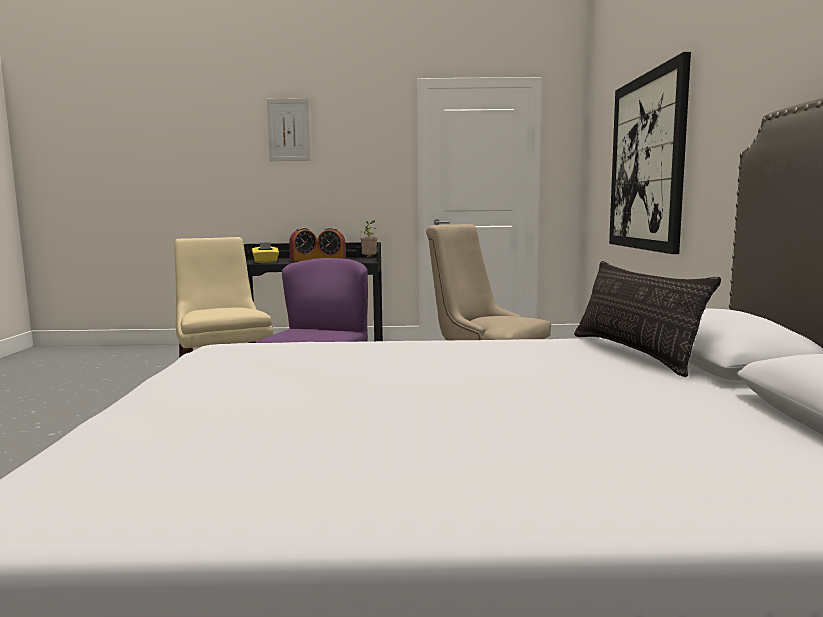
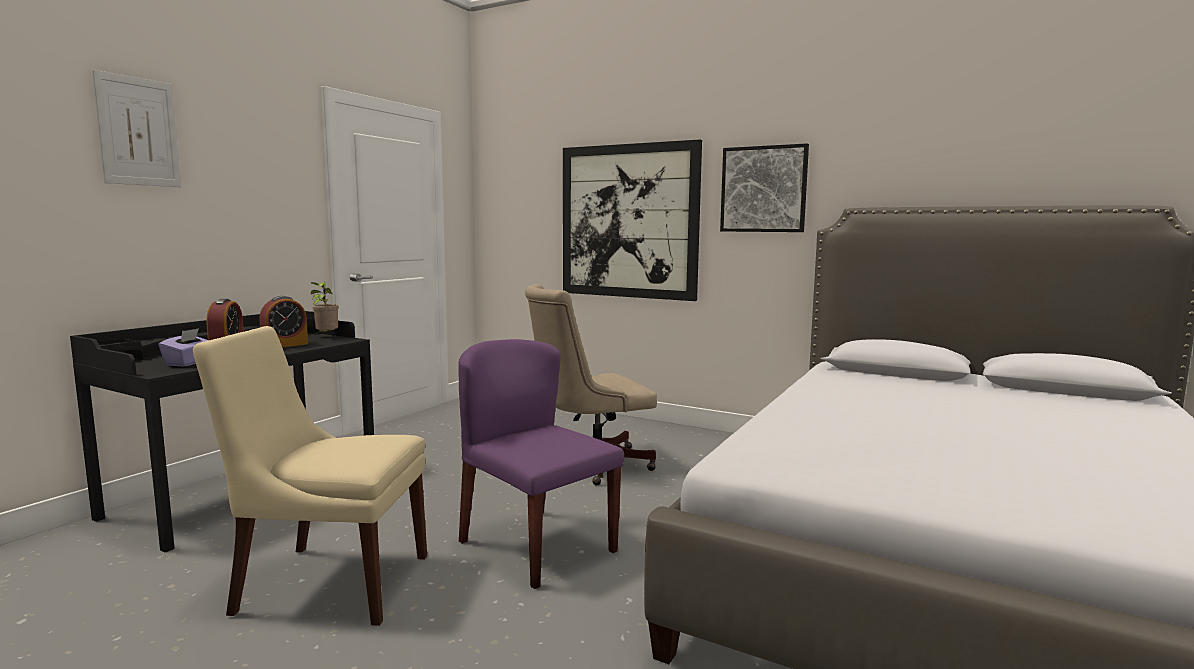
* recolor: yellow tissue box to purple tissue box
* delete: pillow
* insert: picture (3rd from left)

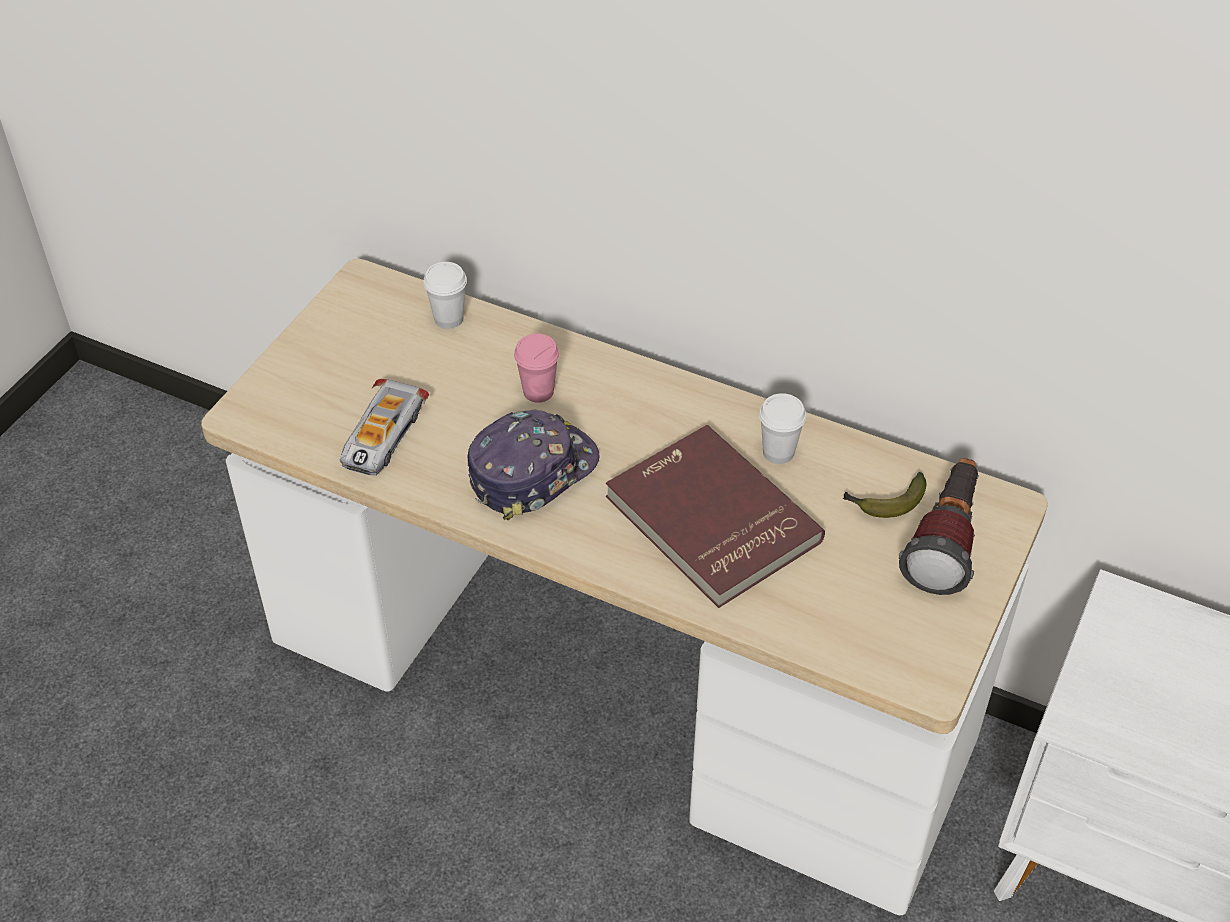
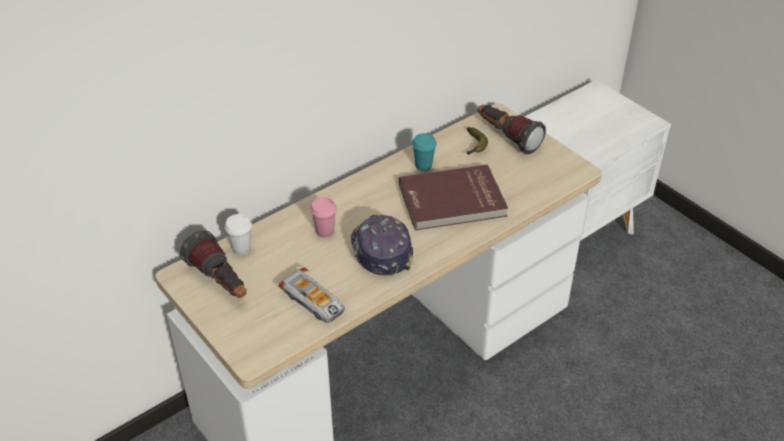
* recolor: white cup (2nd from left) to turquoise cup
* insert: flashlight (1st from left)

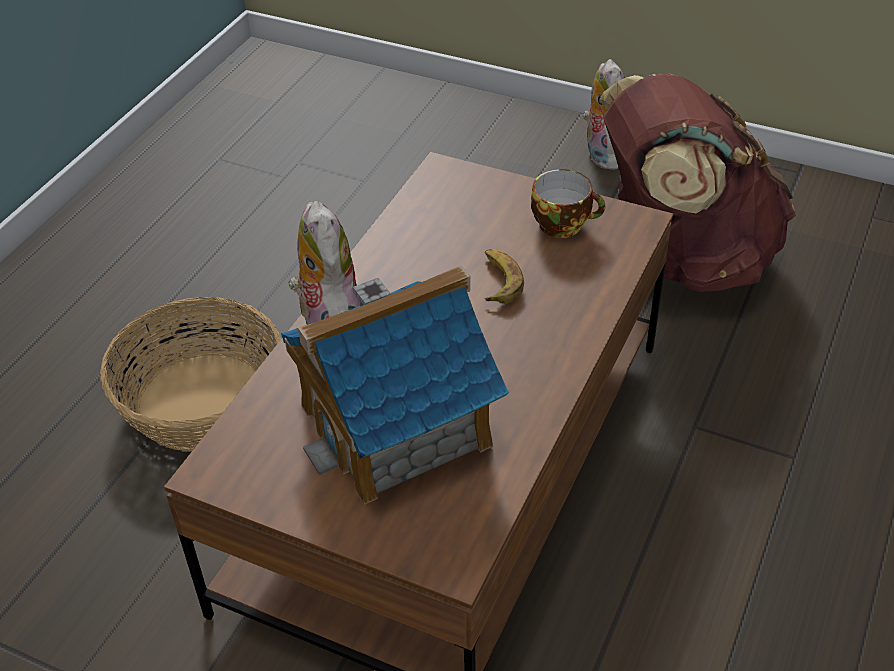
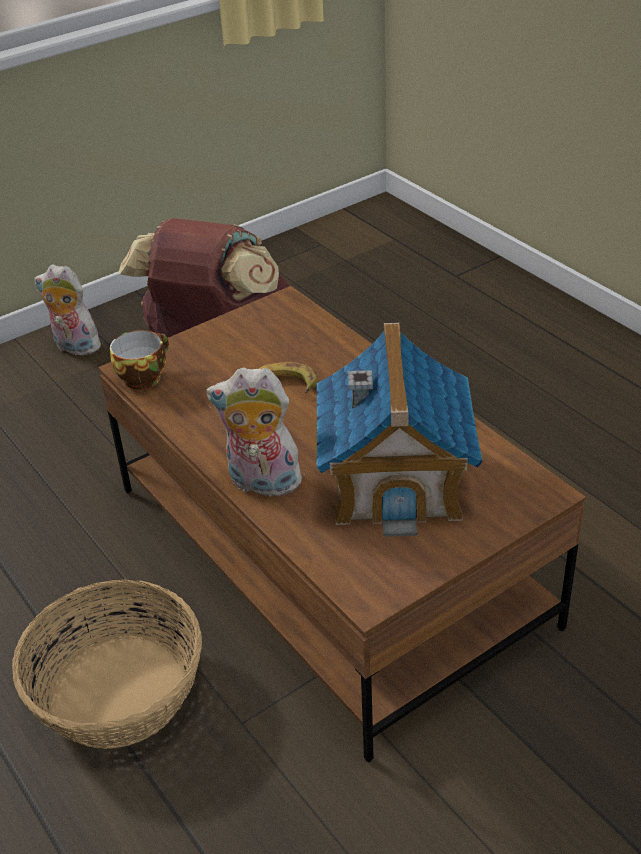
* move: cup

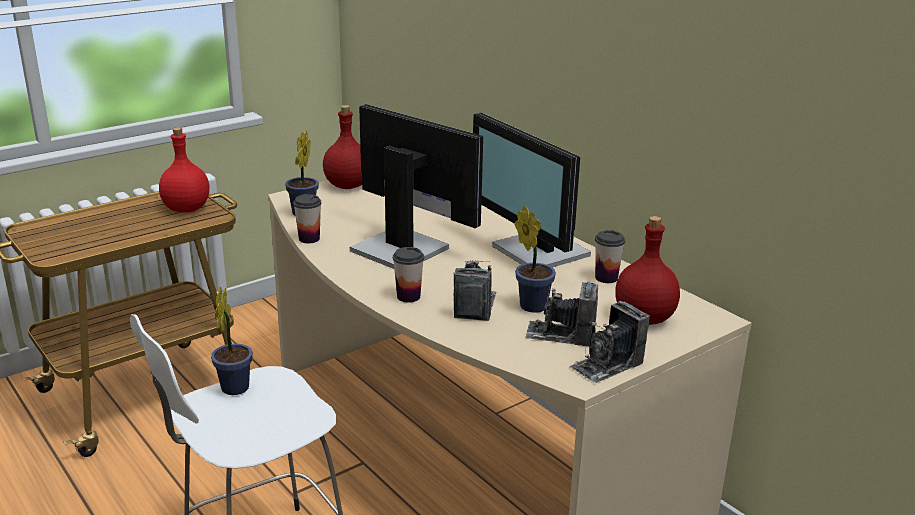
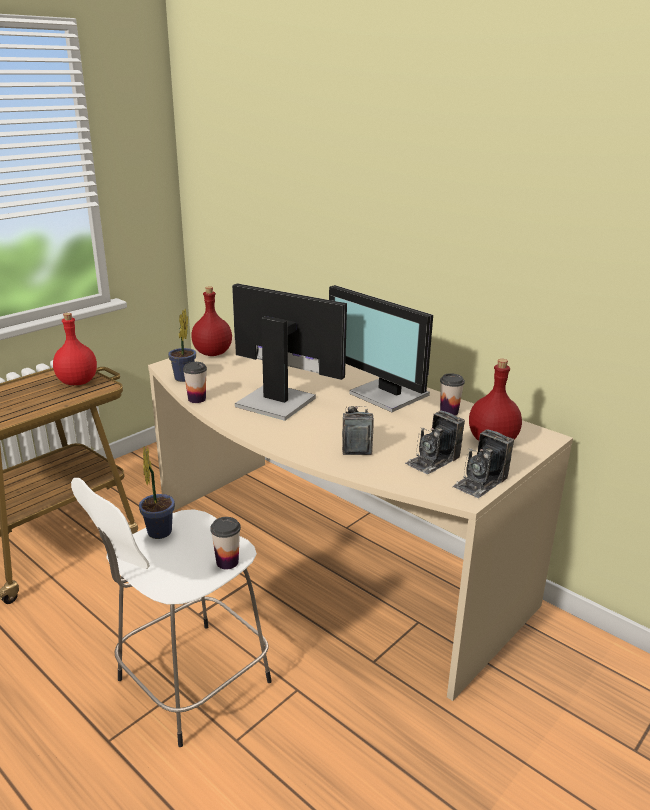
* delete: potted plant (3rd from left)
* move: cup (2nd from left)
* rotate: photo camera (2nd from left) 45 degrees counterclockwise

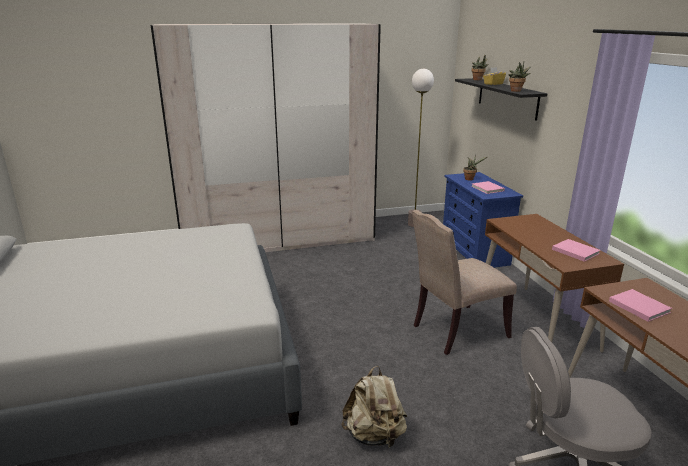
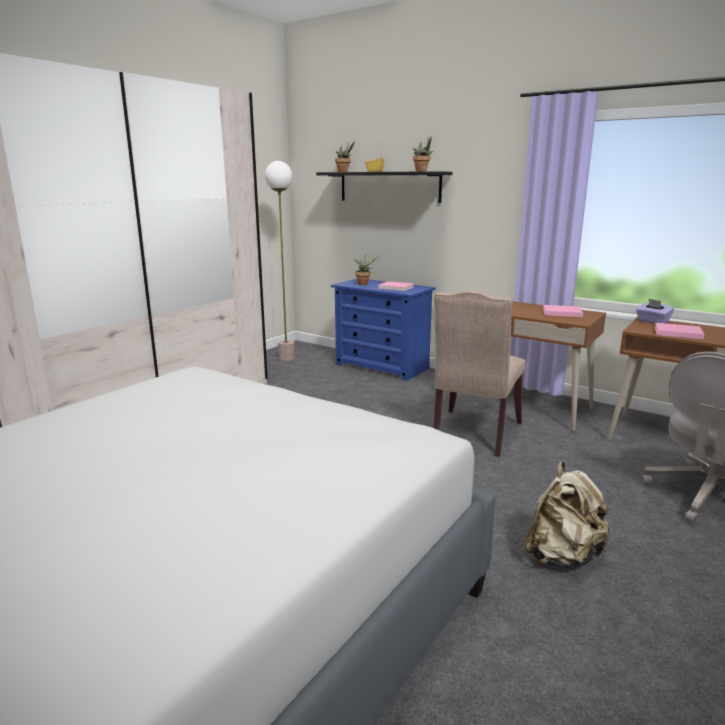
* insert: purple tissue box

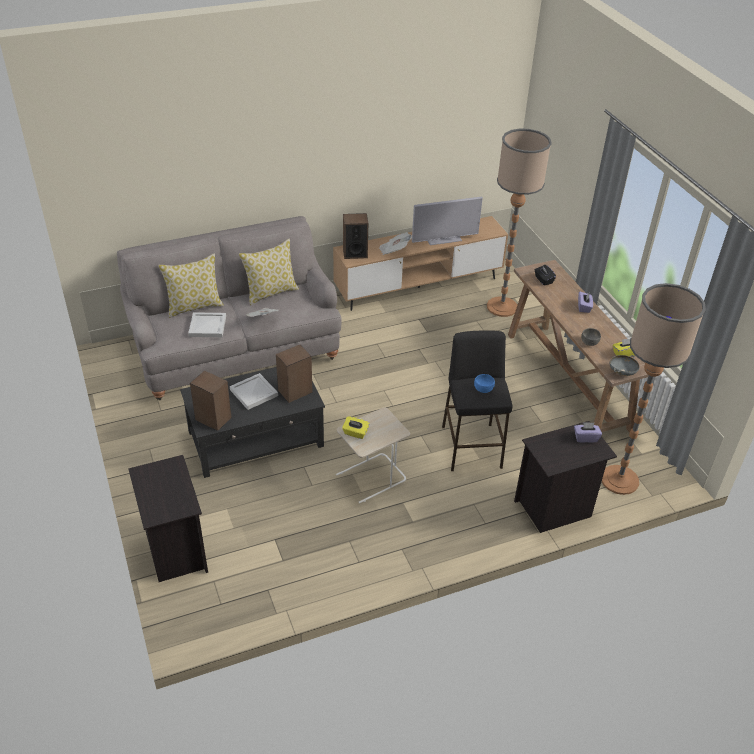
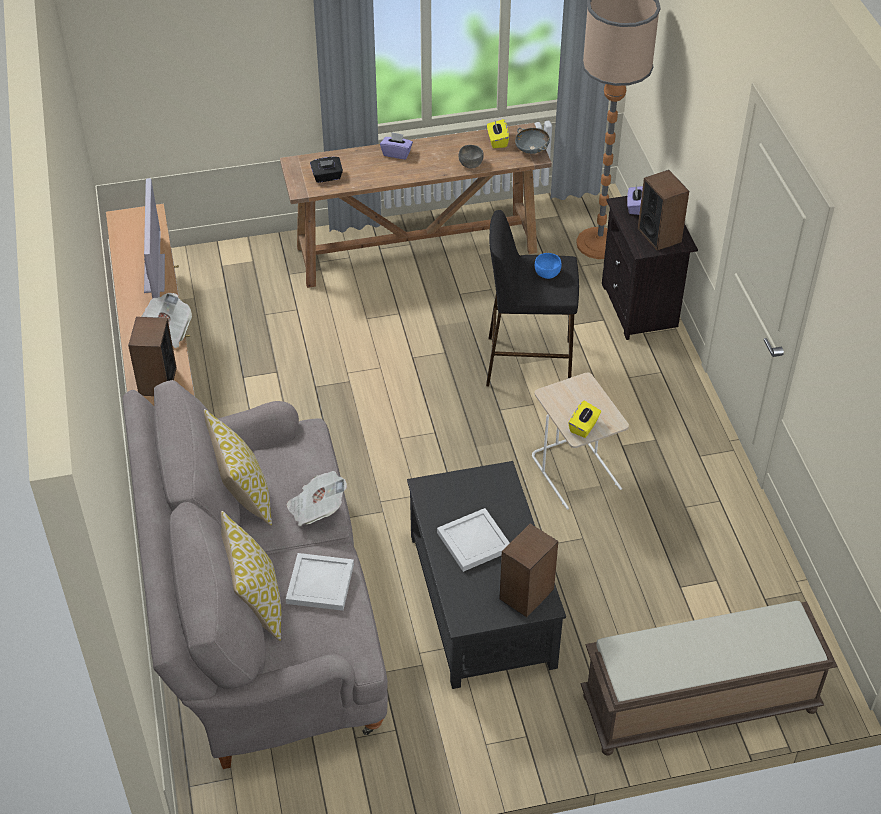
* delete: floor lamp (1st from left)
* move: speaker (2nd from left in the first image) to speaker (3rd from left)
* replace: black nightstand (1st from left) to brown bench

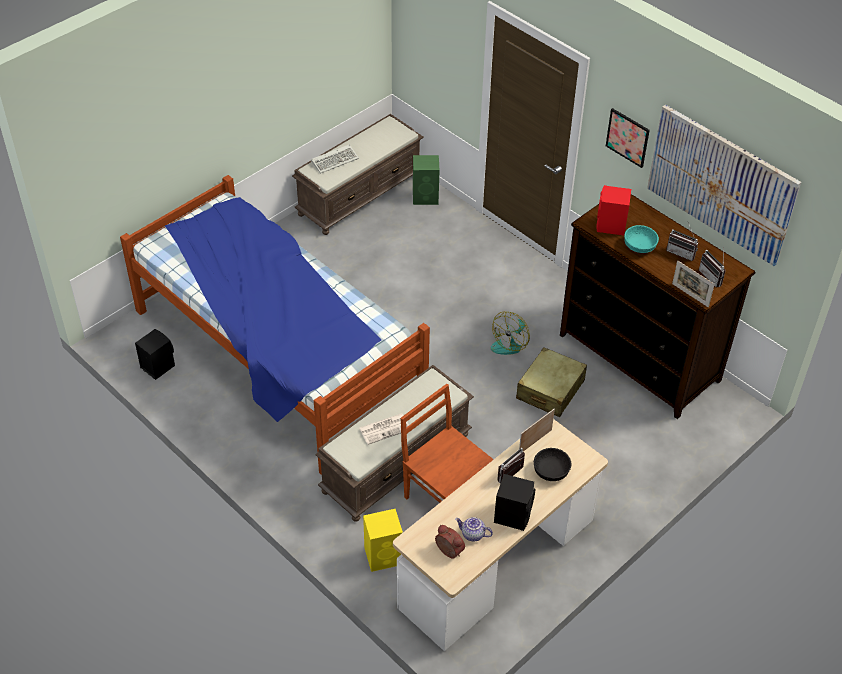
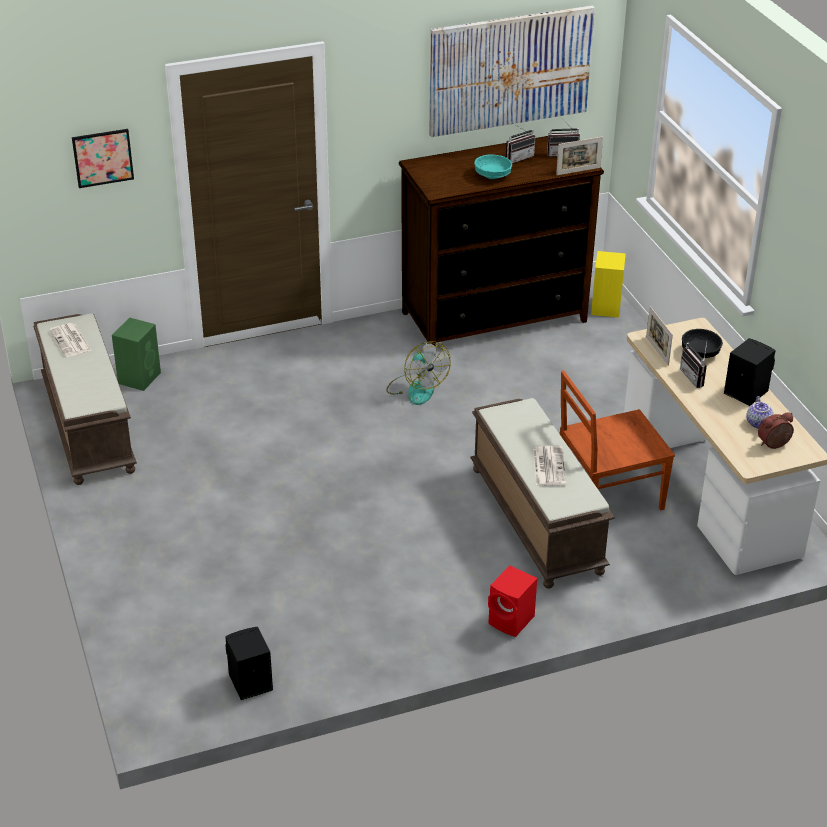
* move: picture (1st from left)
* delete: keyboard
* delete: bed
* move: red speaker
* delete: beige suitcase
* move: yellow speaker
* rotate: teapot 45 degrees counterclockwise
* insert: newspaper (1st from left)

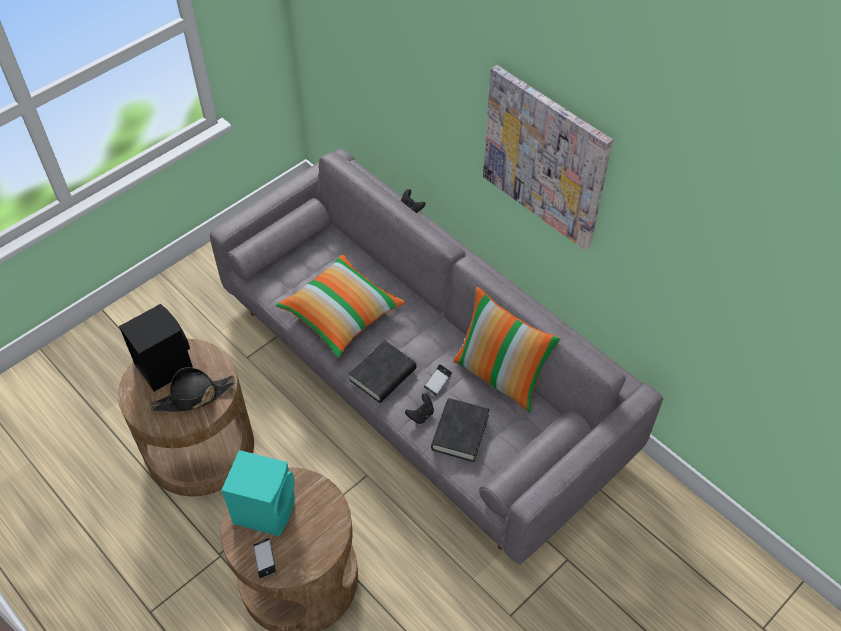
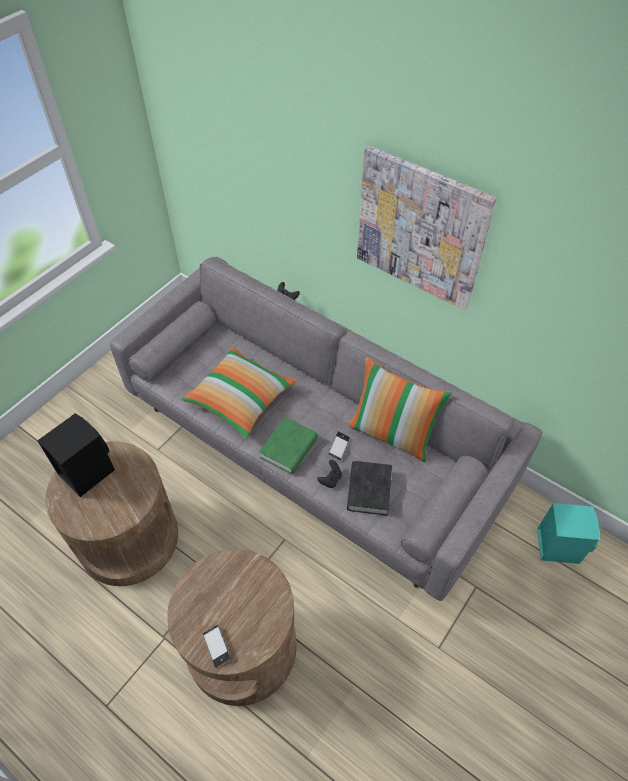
* recolor: black book (1st from left) to green book
* delete: black hat
* move: turquoise speaker

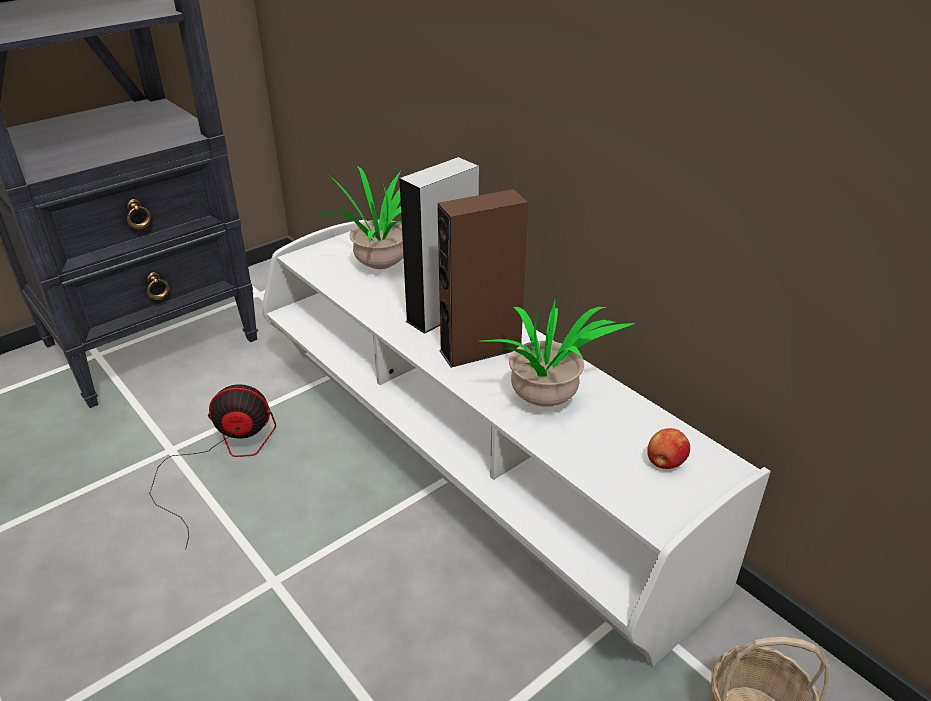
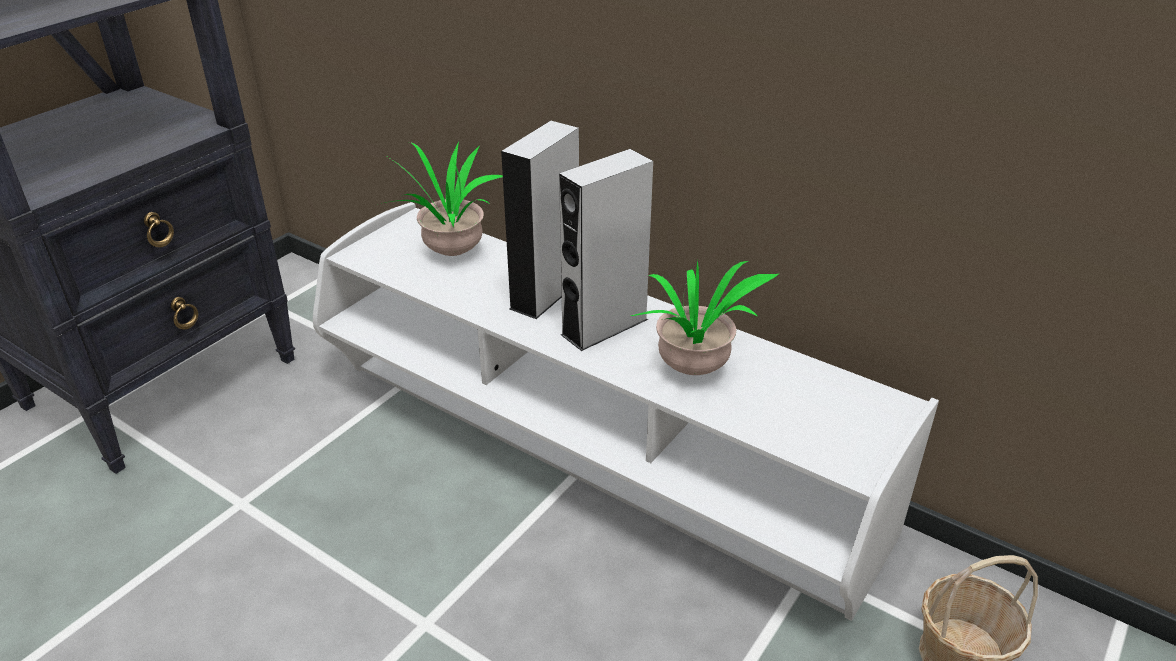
* recolor: brown speaker to grey speaker (2nd from left)
* delete: fan
* delete: apple

